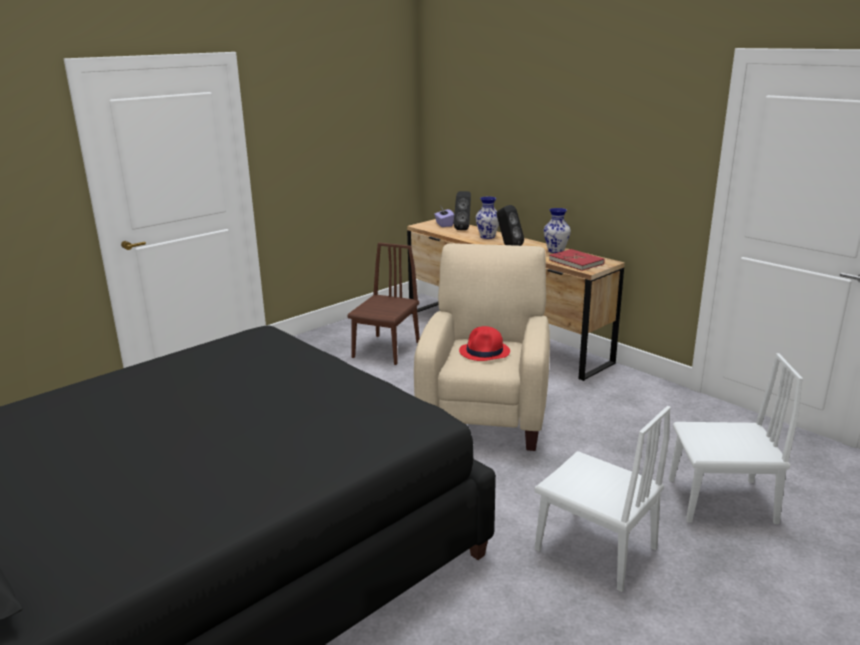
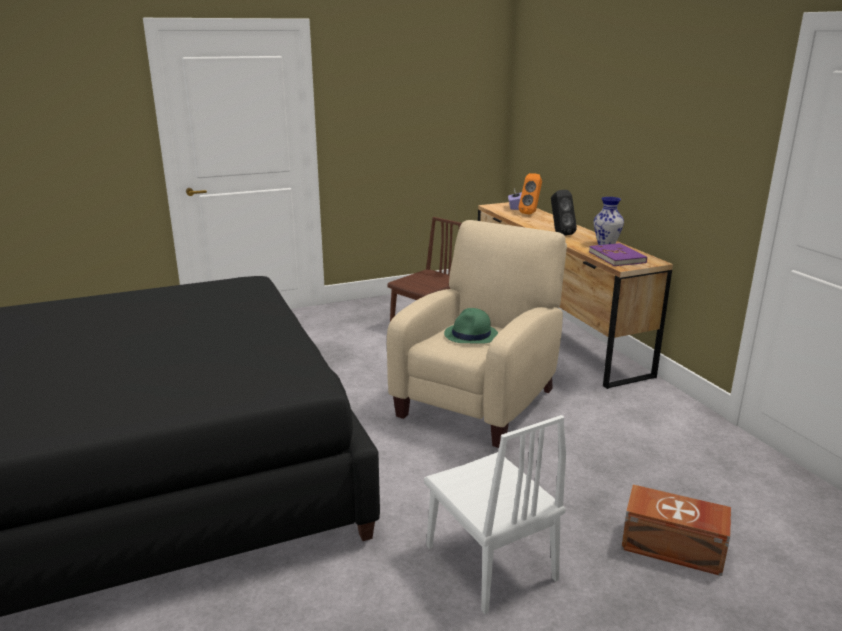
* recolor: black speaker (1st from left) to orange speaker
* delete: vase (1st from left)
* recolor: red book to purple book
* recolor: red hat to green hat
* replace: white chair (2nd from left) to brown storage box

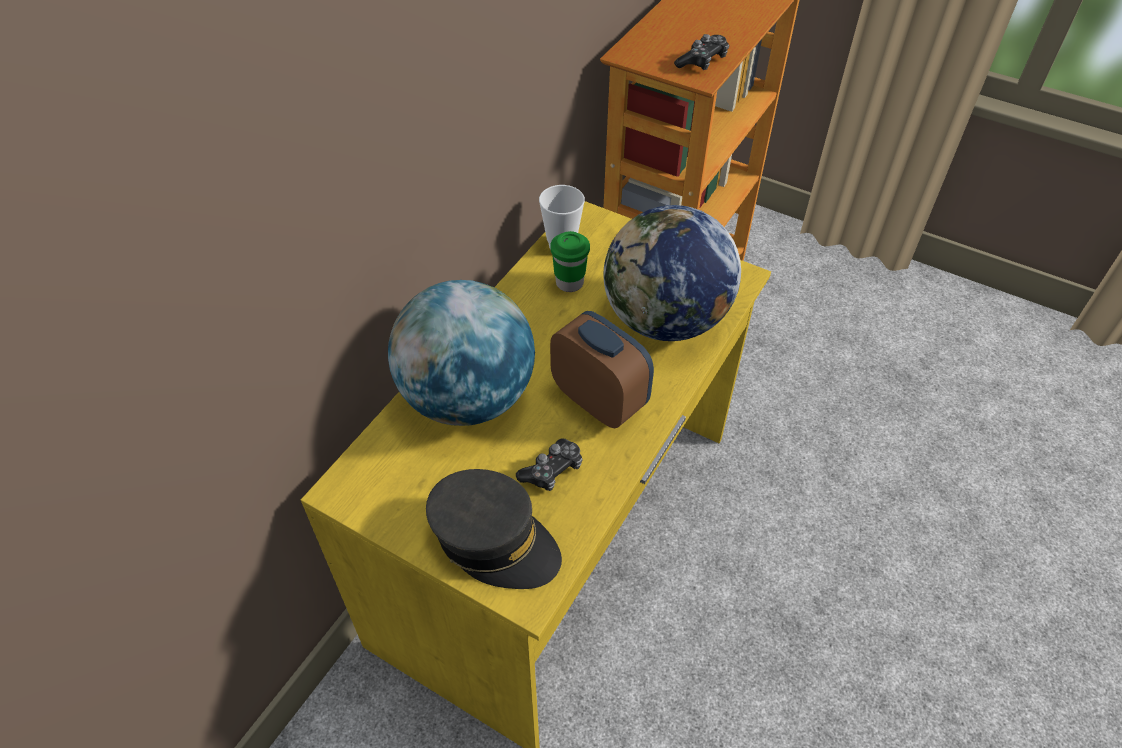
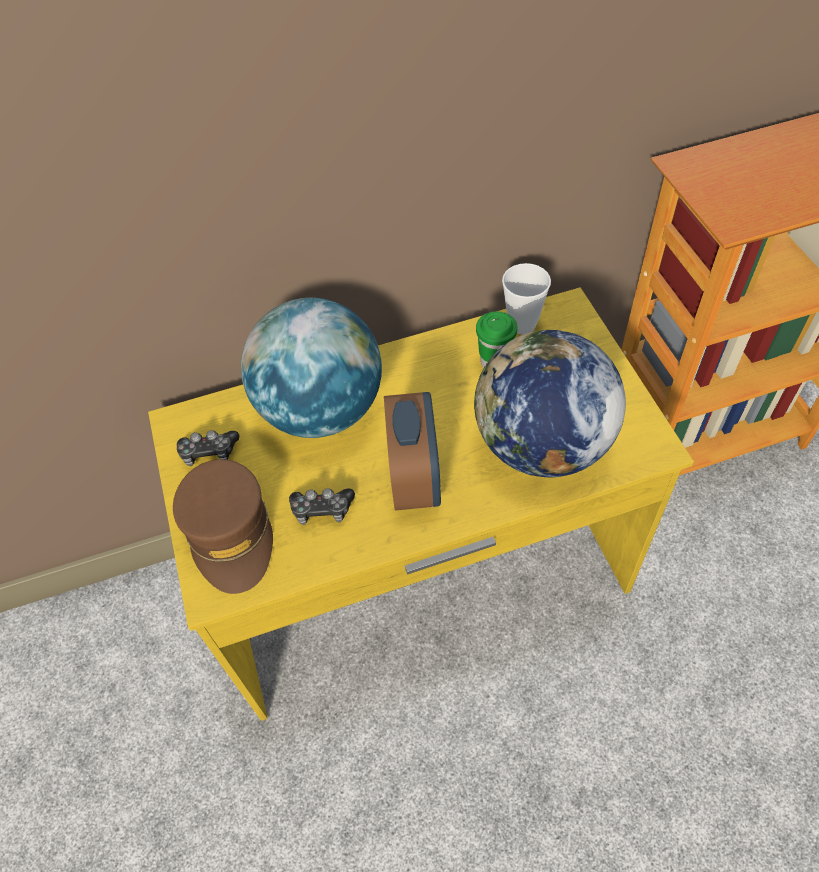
* move: game controller (2nd from left in the first image) to game controller (1st from left)
* recolor: grey cap to brown cap

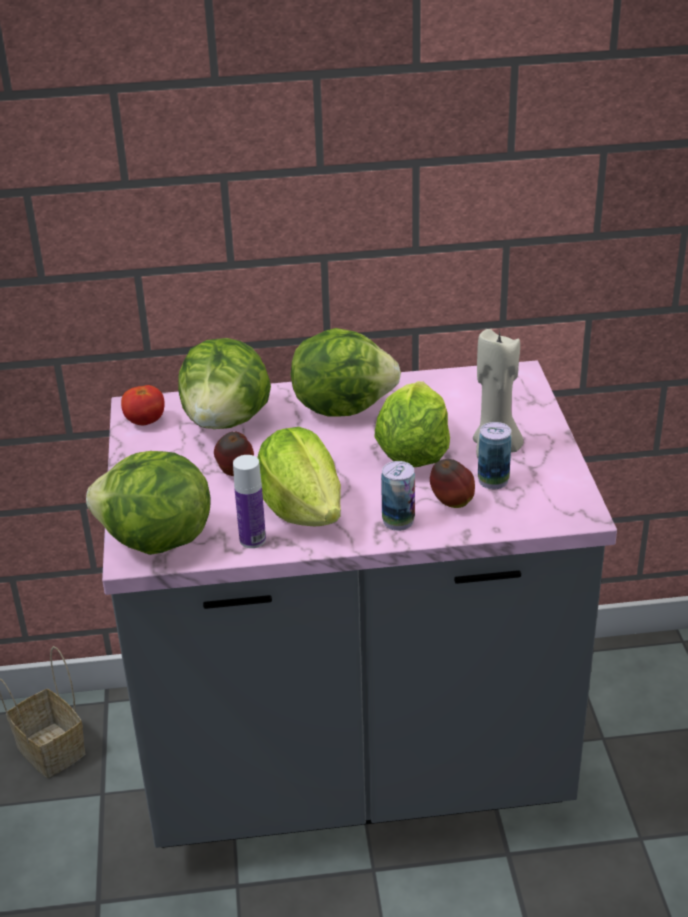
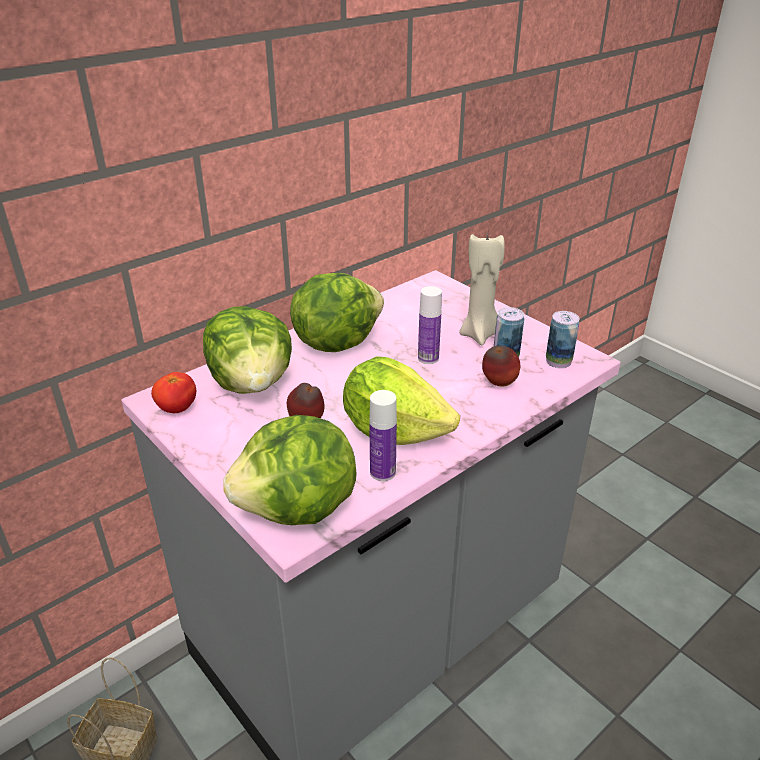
* replace: lettuce (5th from left) to bottle (2nd from left)
* move: can (1st from left in the first image) to can (2nd from left)

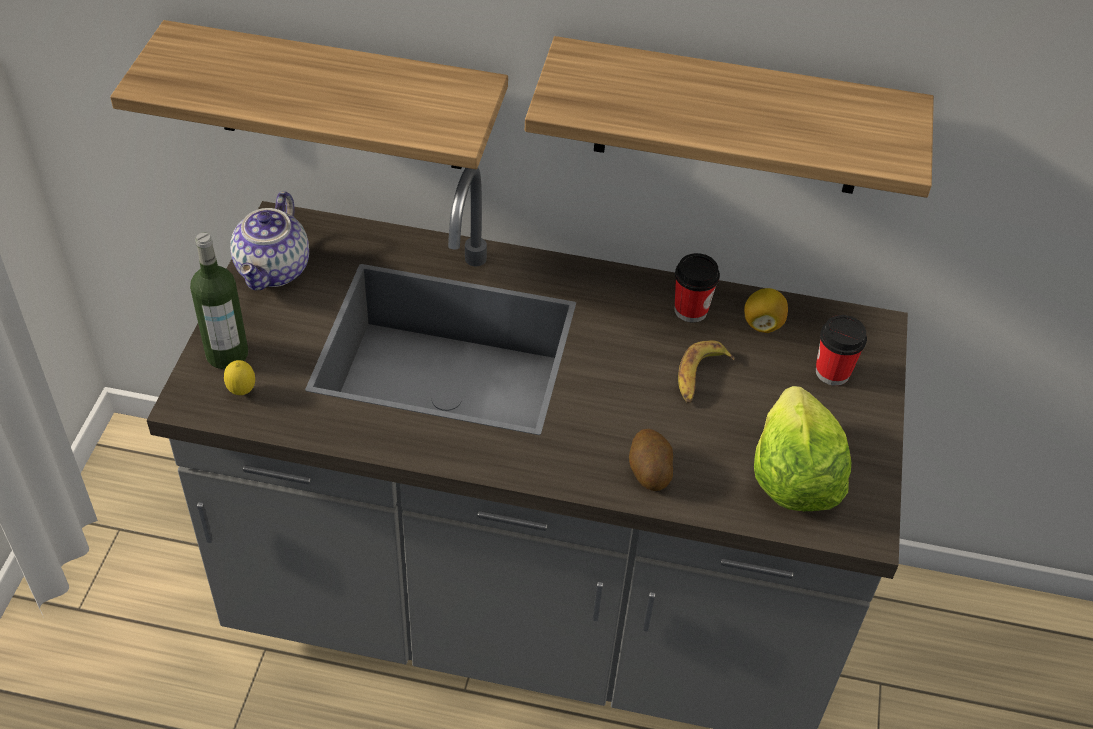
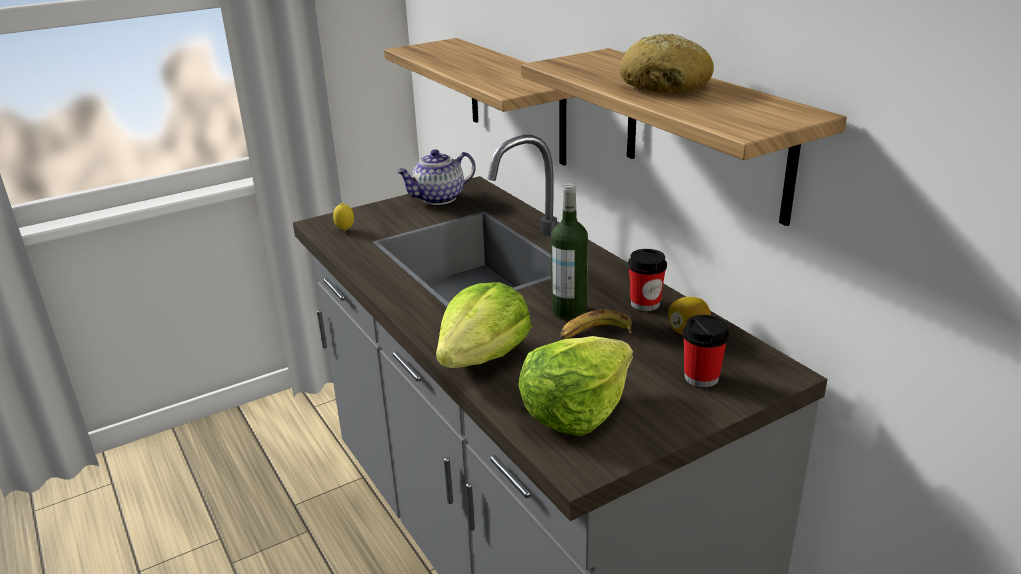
* move: bottle
* replace: potato to lettuce (1st from left)
* insert: bread

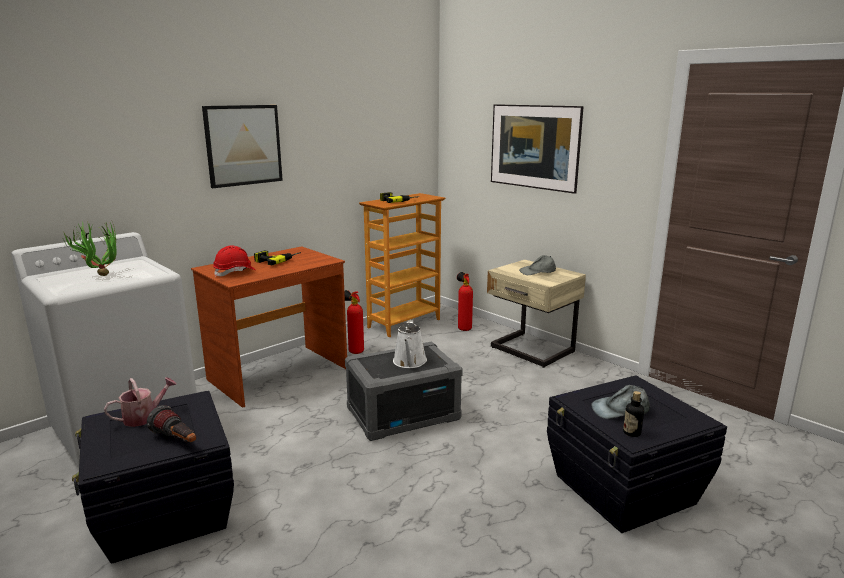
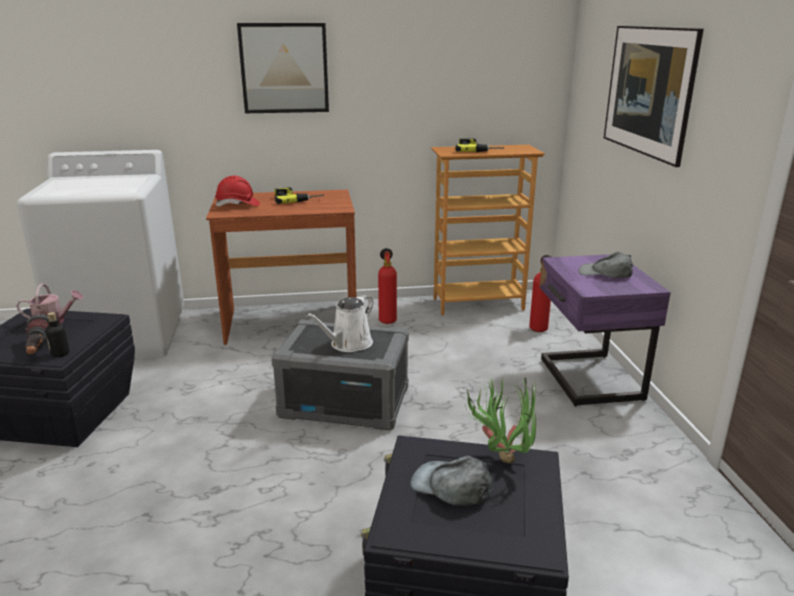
* move: potted plant
* recolor: beige nightstand to purple nightstand
* move: bottle

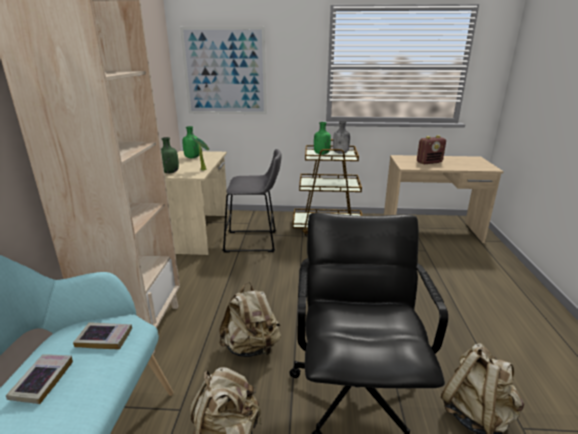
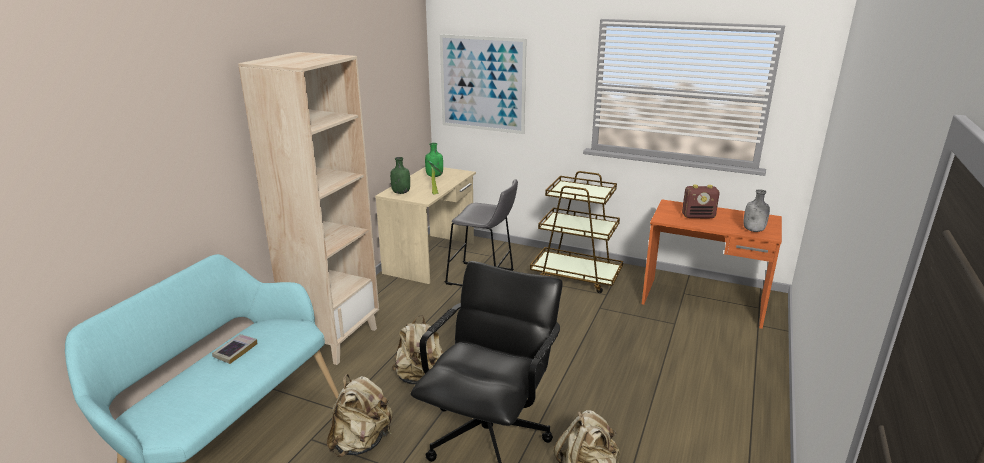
* move: grey bottle
* delete: green bottle (3rd from left)
* recolor: beige desk (2nd from left) to orange desk
* delete: book (2nd from left)

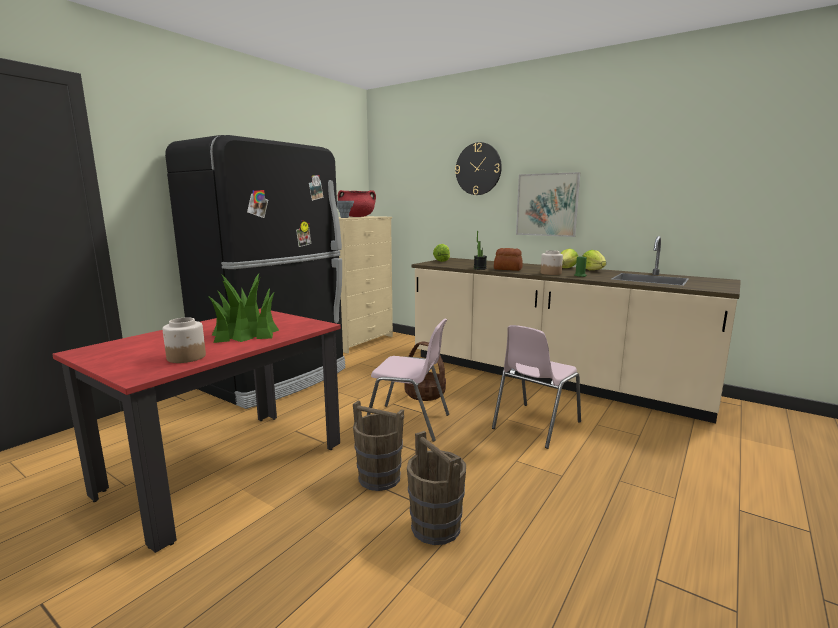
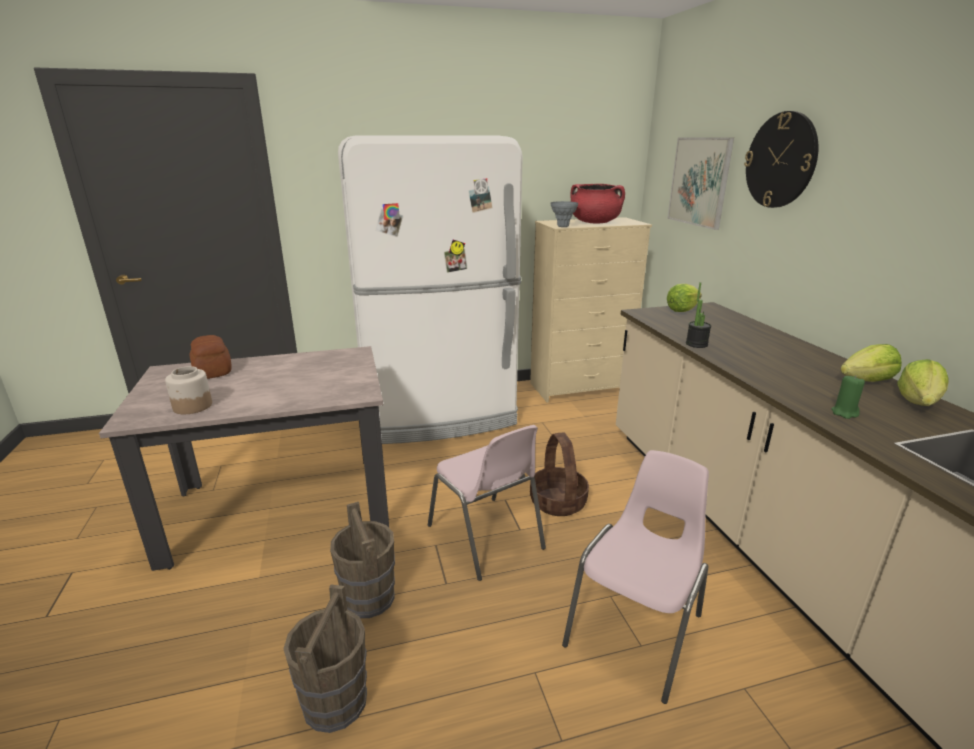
* recolor: black fridge to white fridge
* move: picture
* move: bread
* delete: jar (2nd from left)
* delete: potted plant (1st from left)
* recolor: red dining table to beige dining table
* rotate: pink chair (2nd from left) 135 degrees clockwise

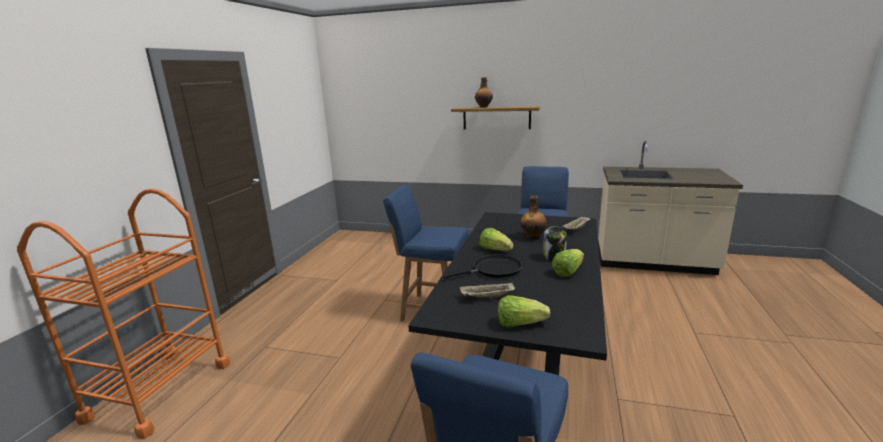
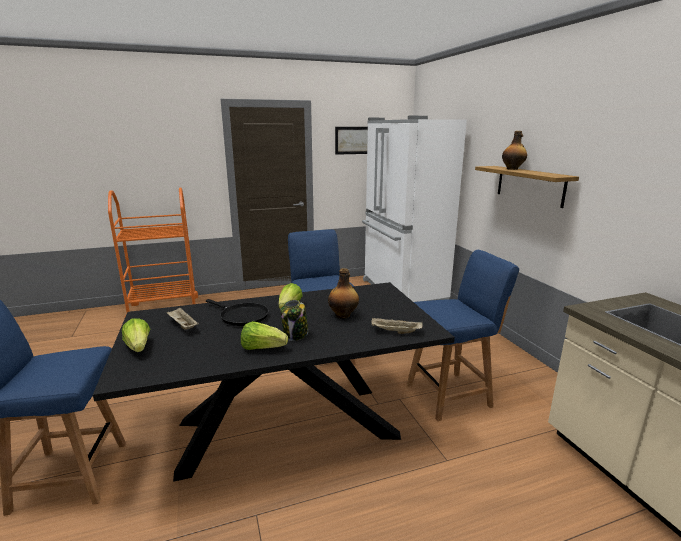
* insert: white fridge
* insert: picture

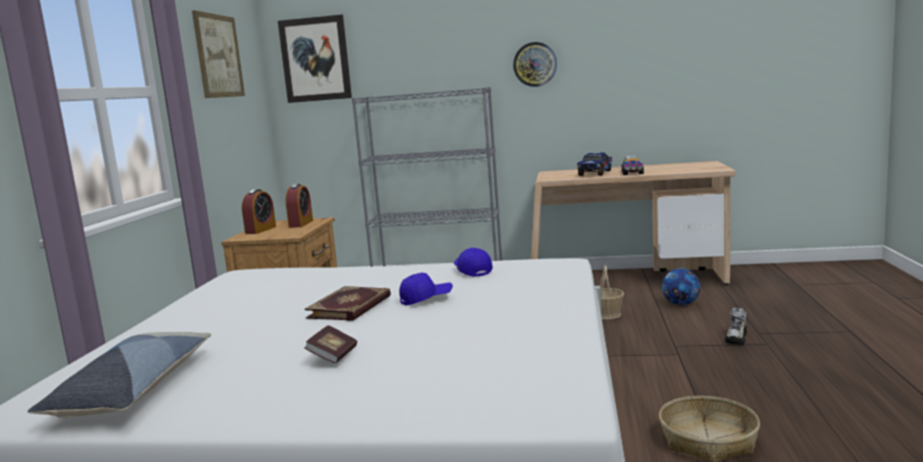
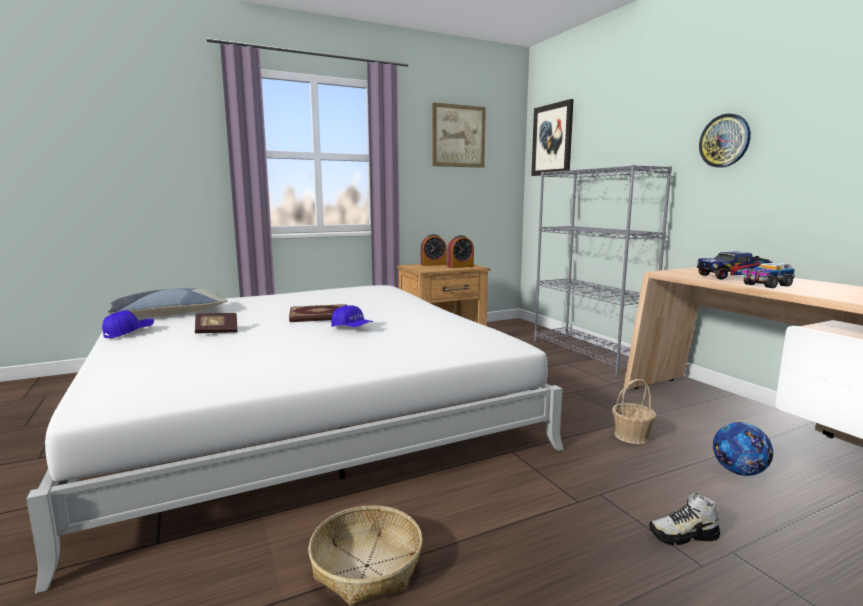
* move: blue cap (2nd from left in the first image) to blue cap (1st from left)

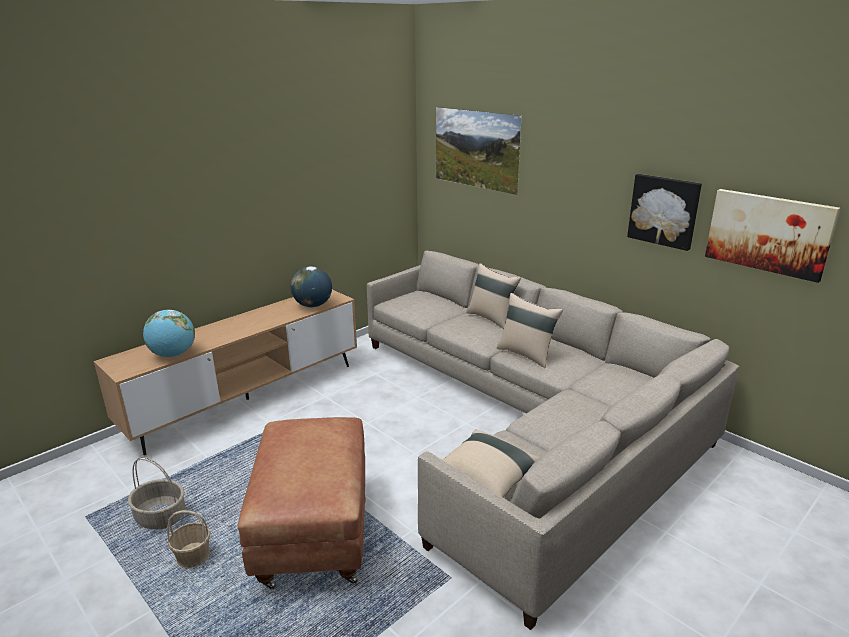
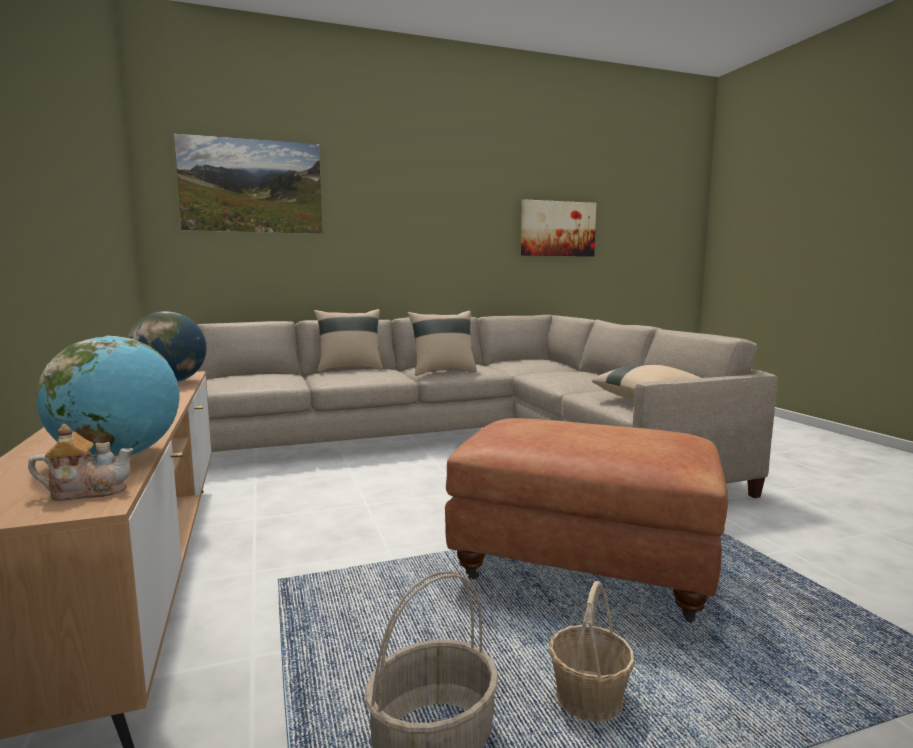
* delete: picture (2nd from left)
* insert: teapot

